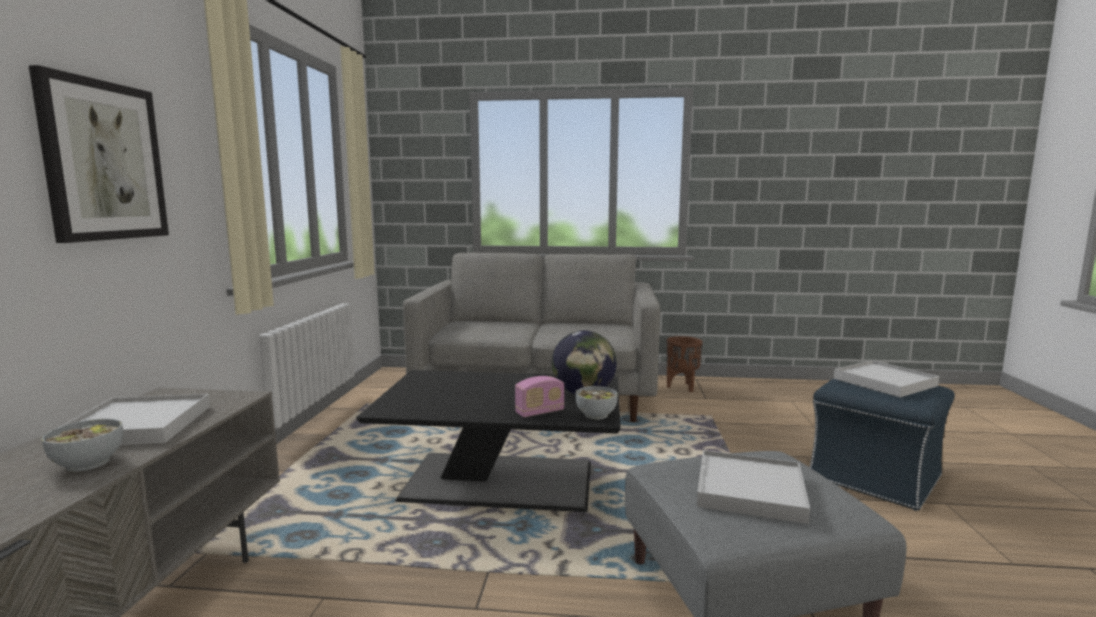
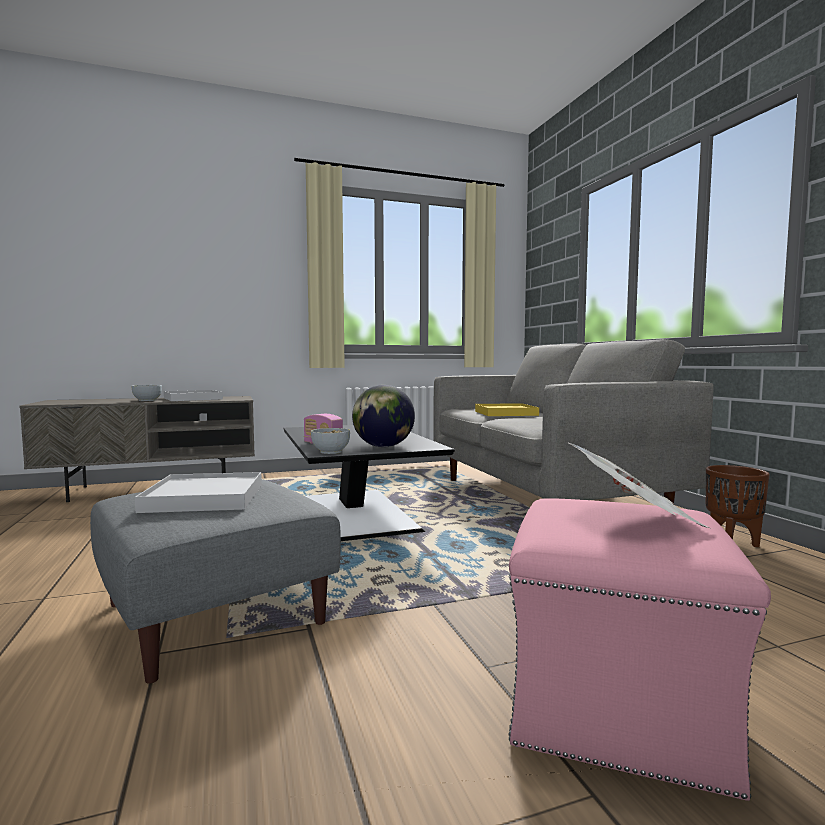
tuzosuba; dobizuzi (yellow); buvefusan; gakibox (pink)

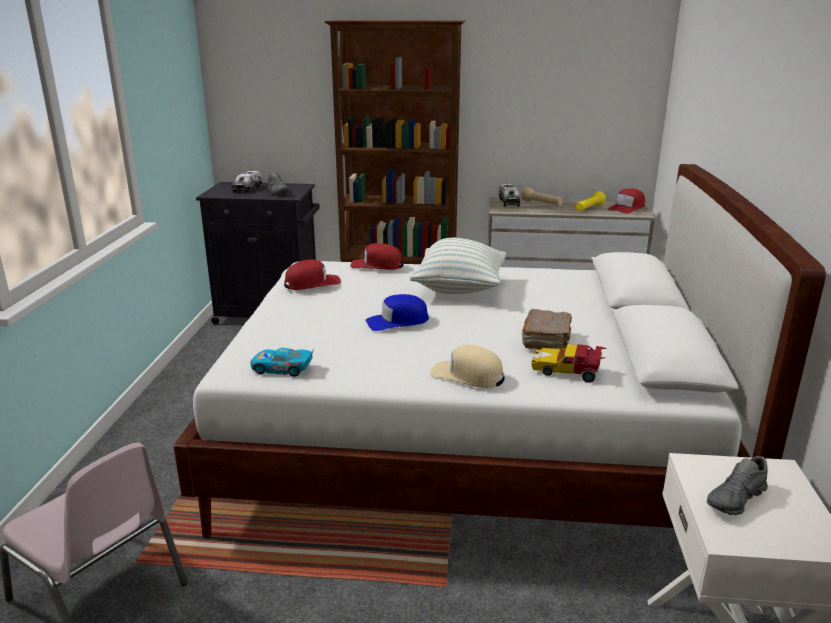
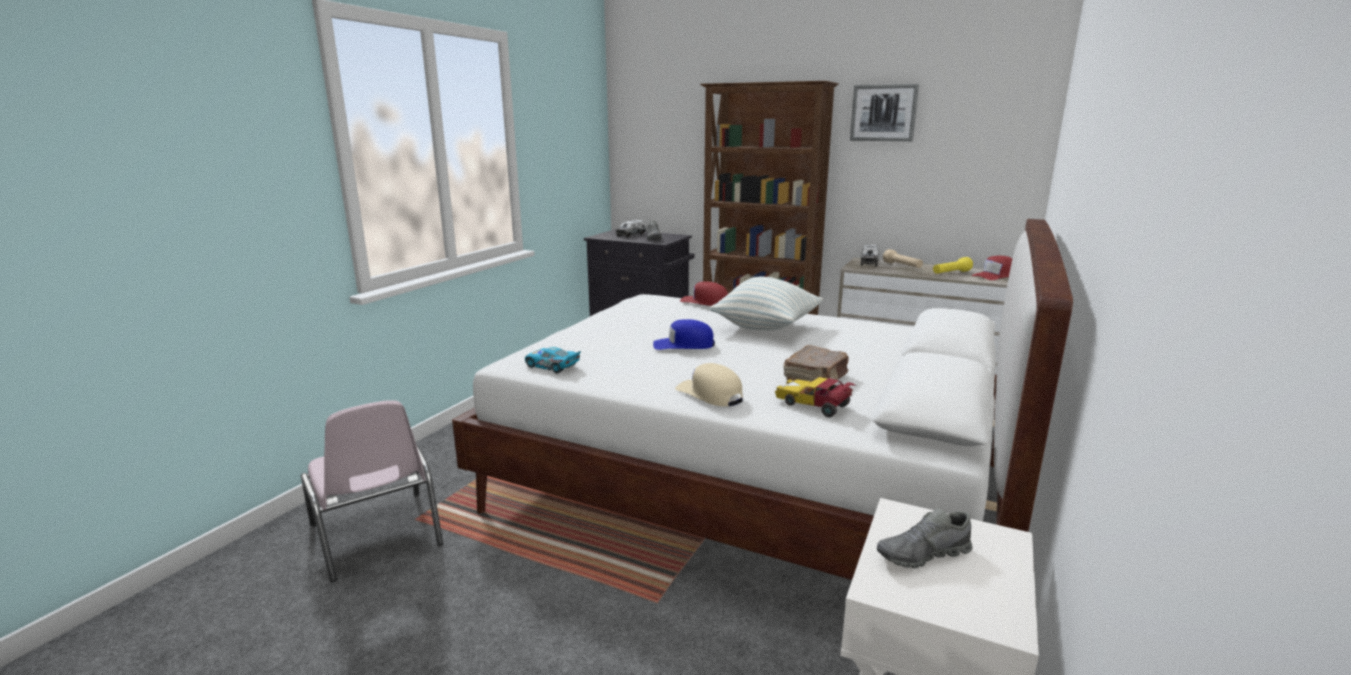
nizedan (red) (no. 1 from left in the first image); tuzosuba

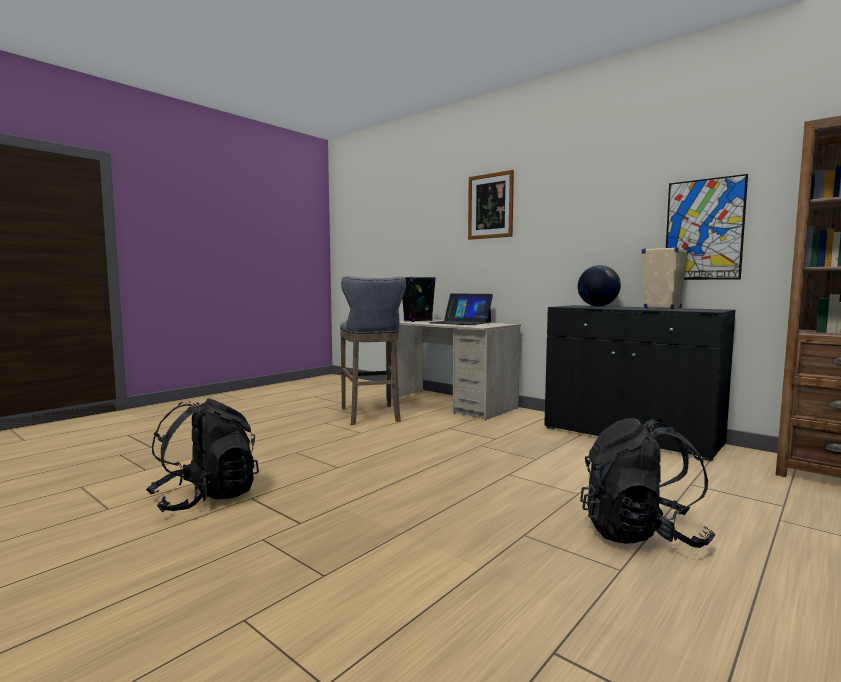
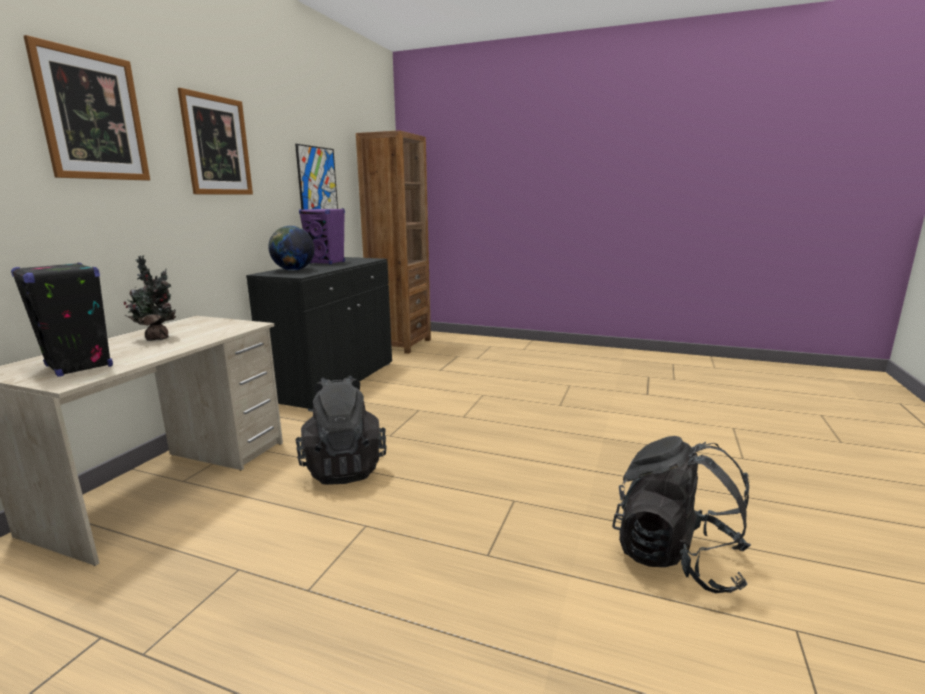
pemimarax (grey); tuzosuba (no. 2 from left); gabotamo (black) (no. 1 from left); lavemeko; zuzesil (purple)

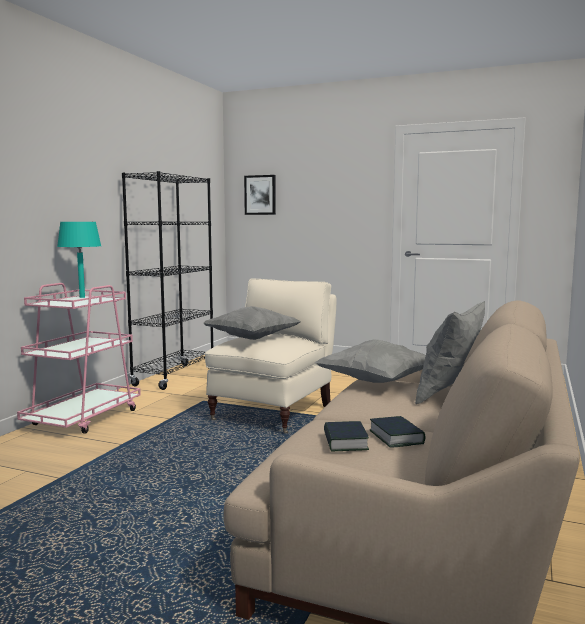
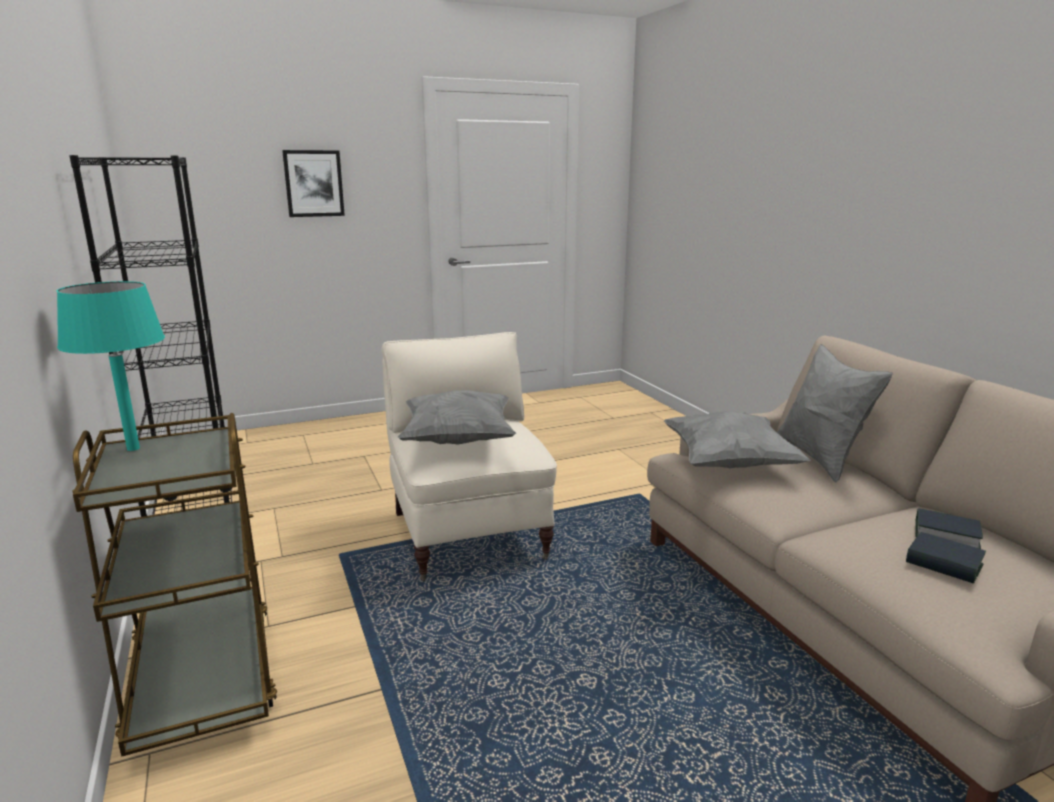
tuzosuba; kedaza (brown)

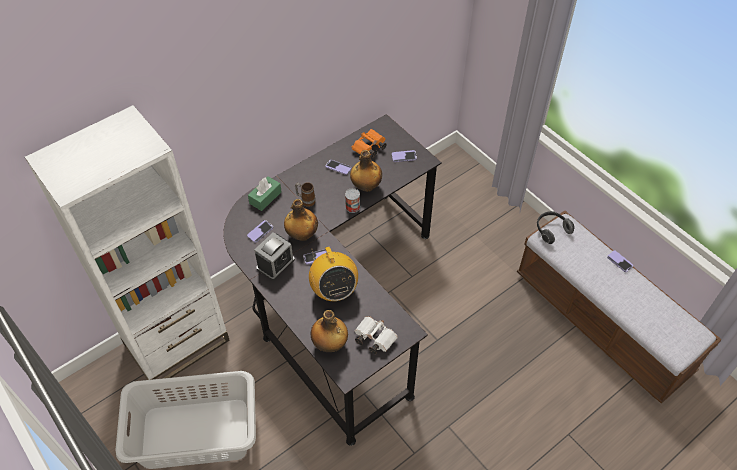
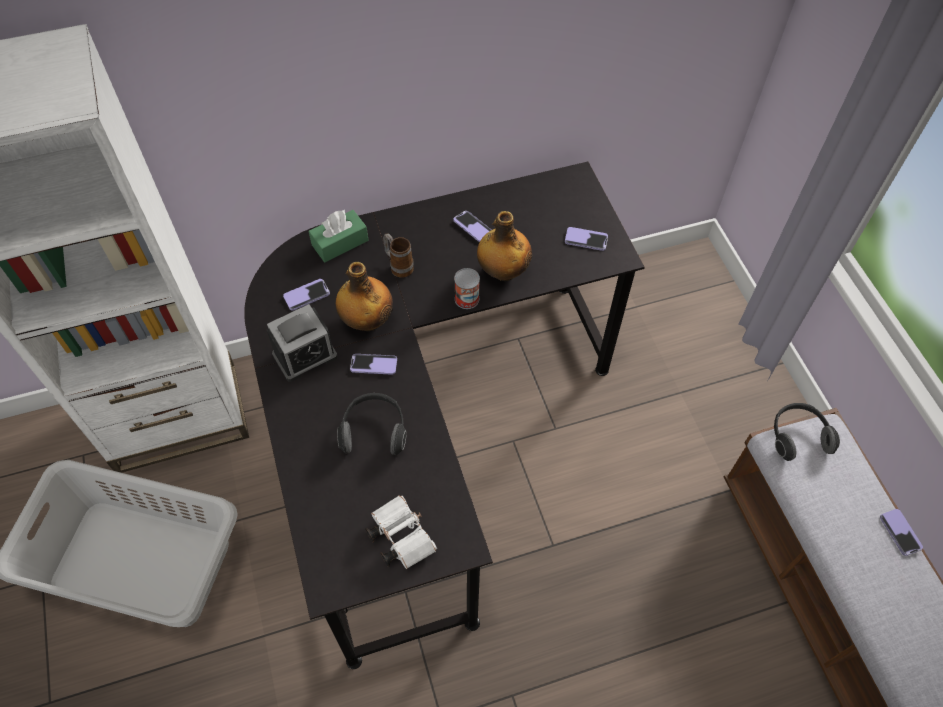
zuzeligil (no. 2 from left in the first image); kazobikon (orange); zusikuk (no. 1 from left)

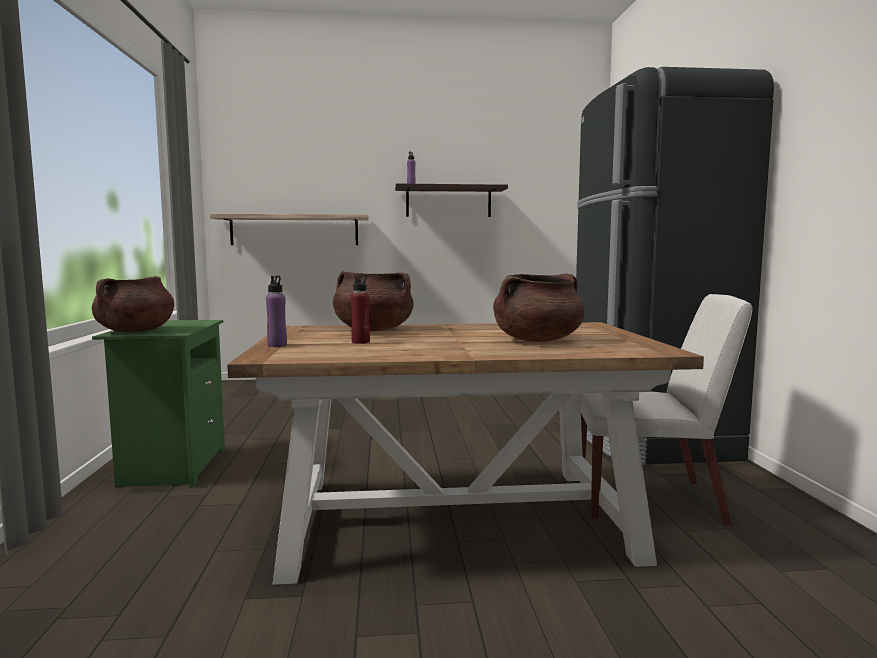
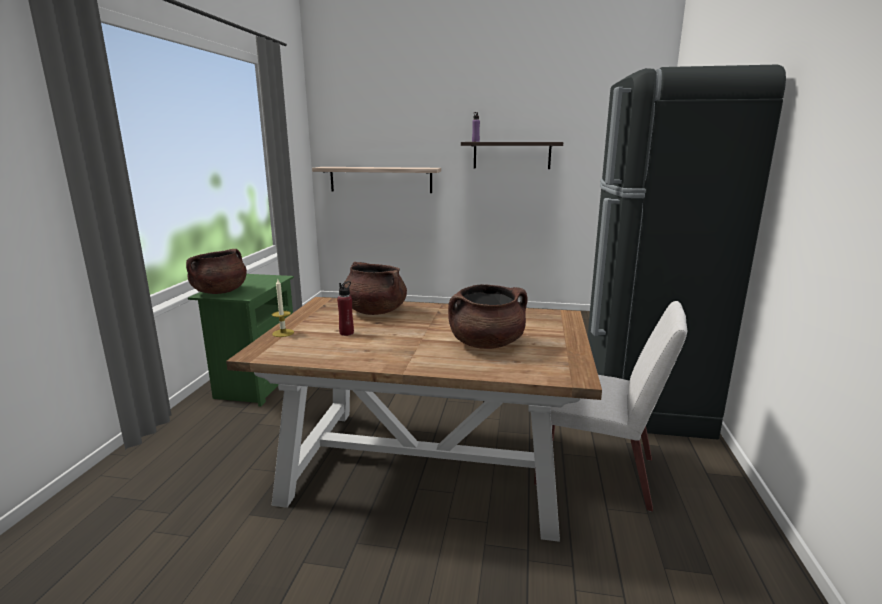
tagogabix

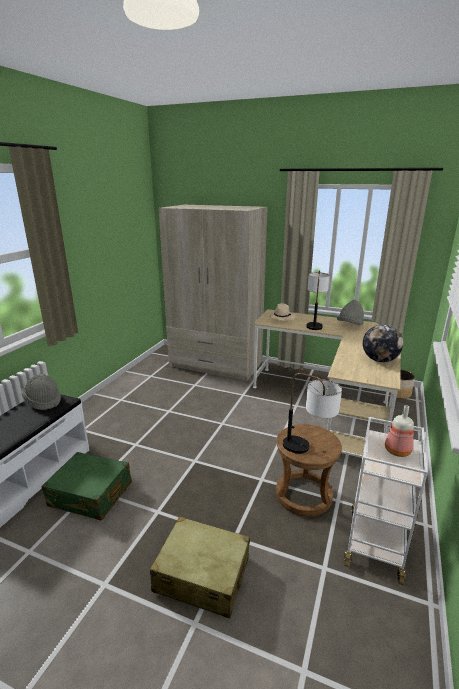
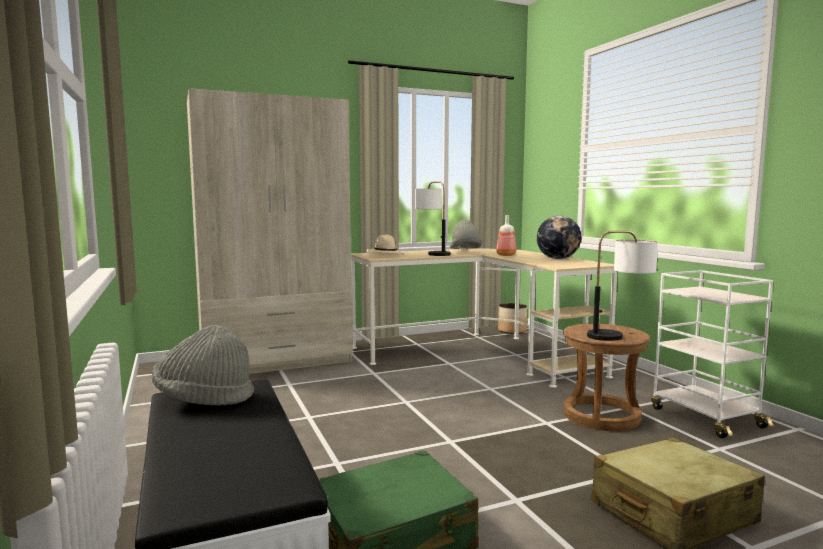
zuzeligil

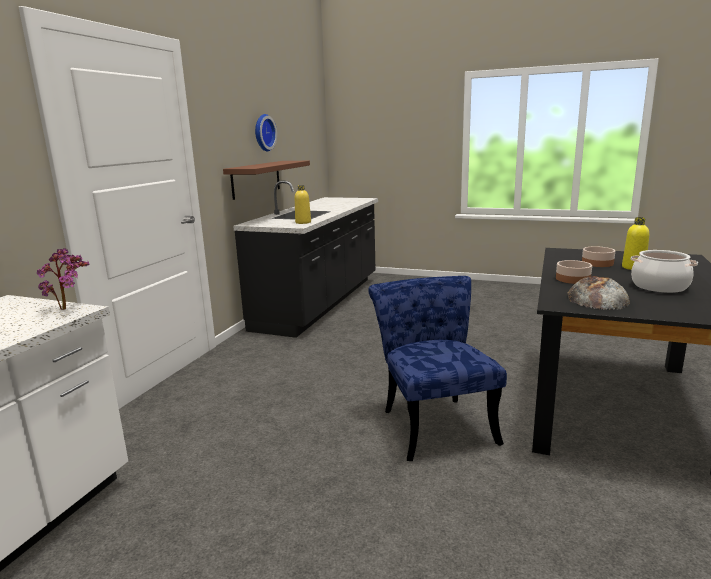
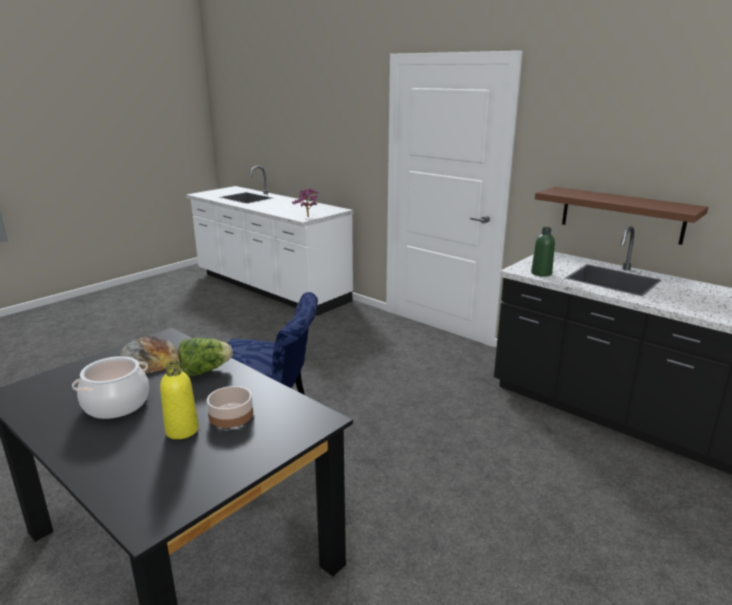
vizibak; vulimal; zuzeligil (green)

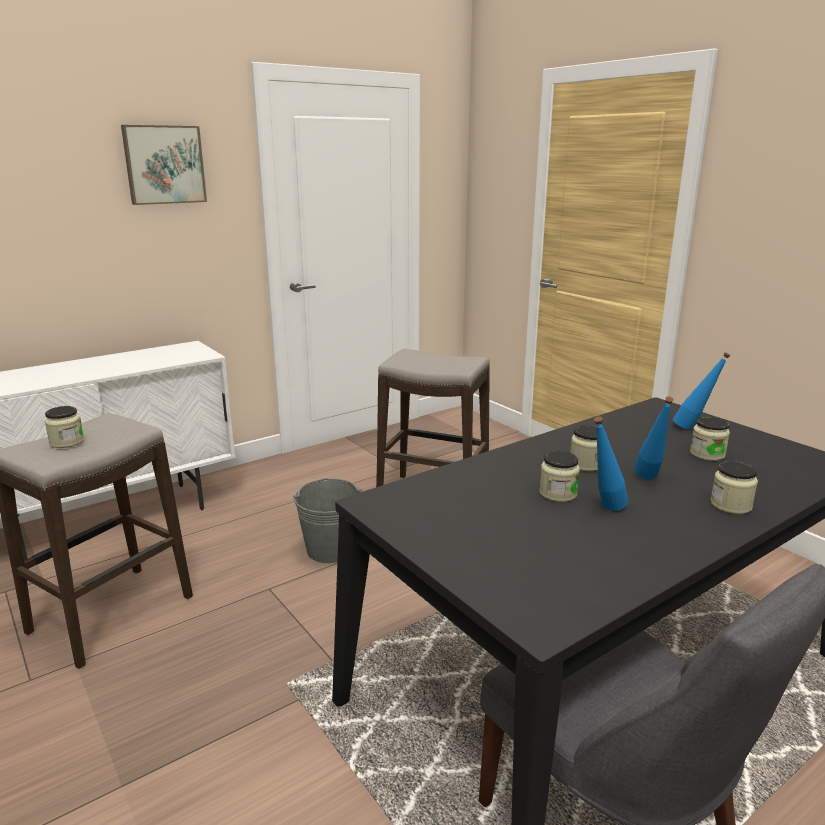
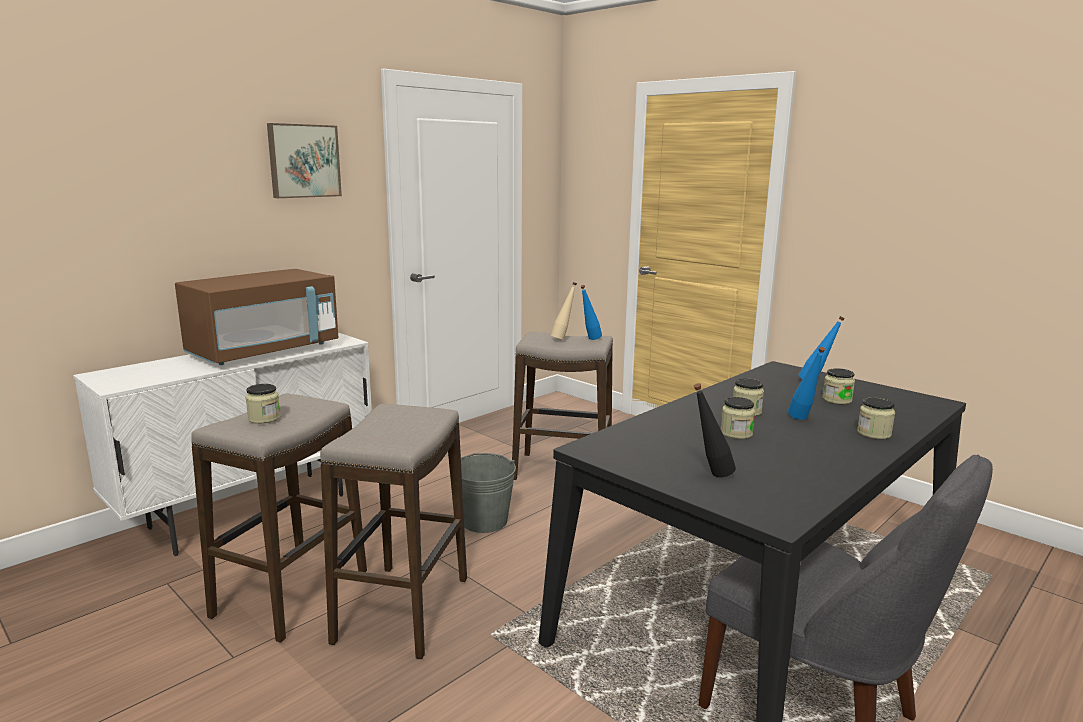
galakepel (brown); pemimarax (no. 2 from left); zuzeligil (beige); zuzeligil (black); zuzeligil (blue) (no. 1 from left)

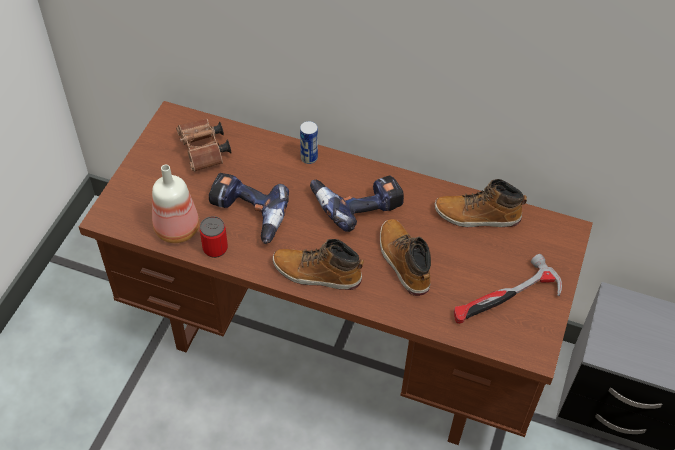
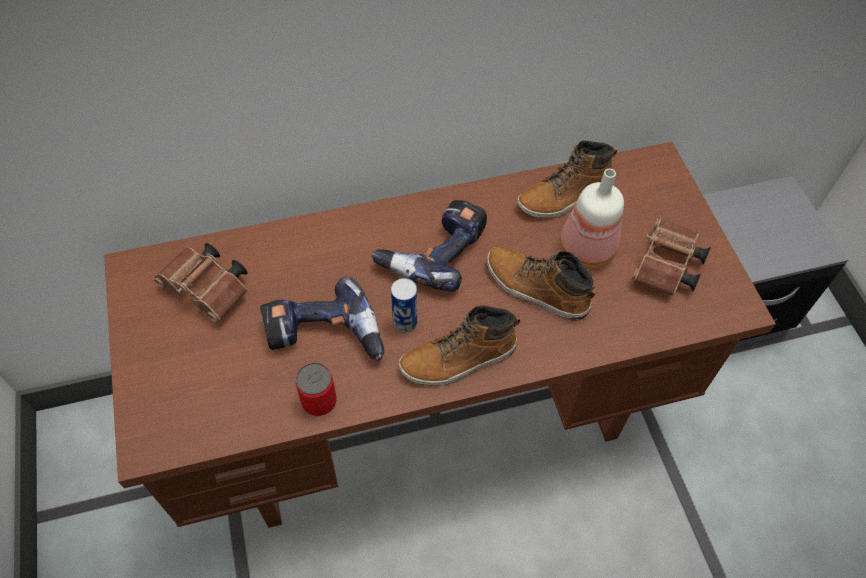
zuzeligil; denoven (no. 2 from left); kazobikon (brown) (no. 2 from left)

